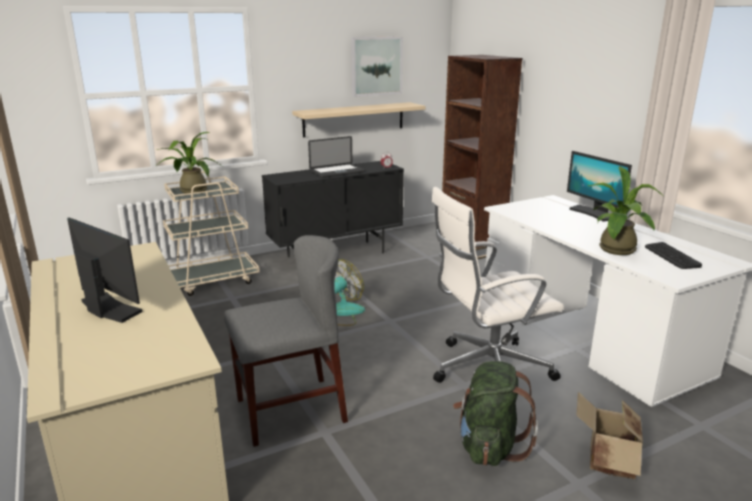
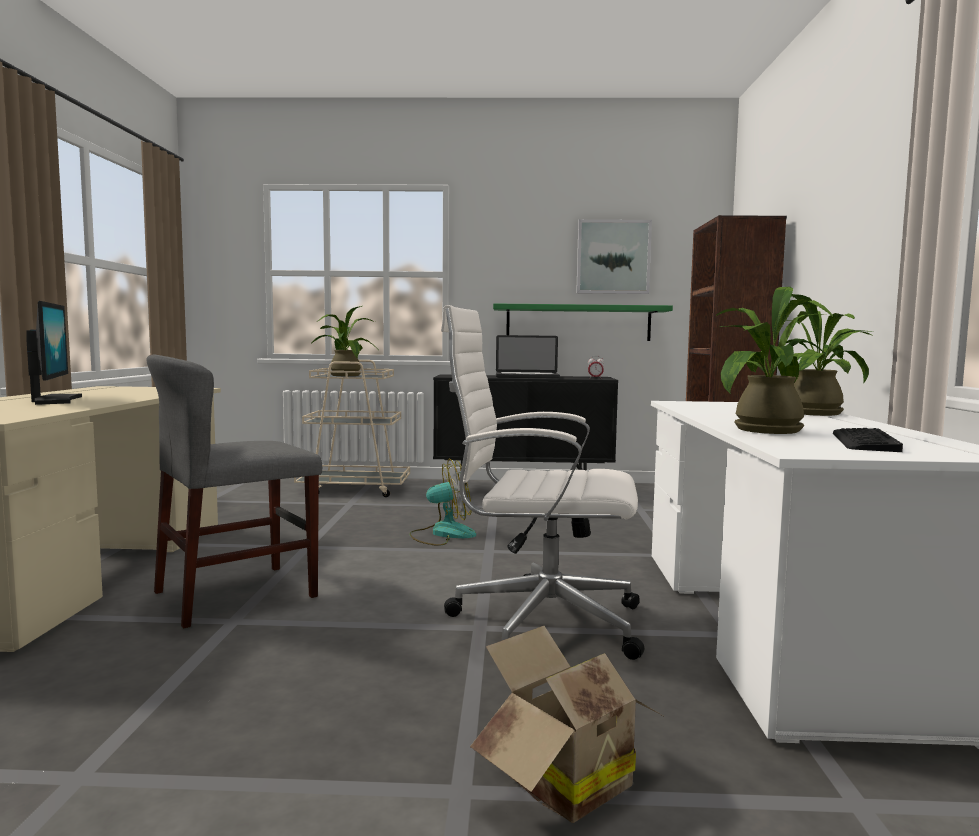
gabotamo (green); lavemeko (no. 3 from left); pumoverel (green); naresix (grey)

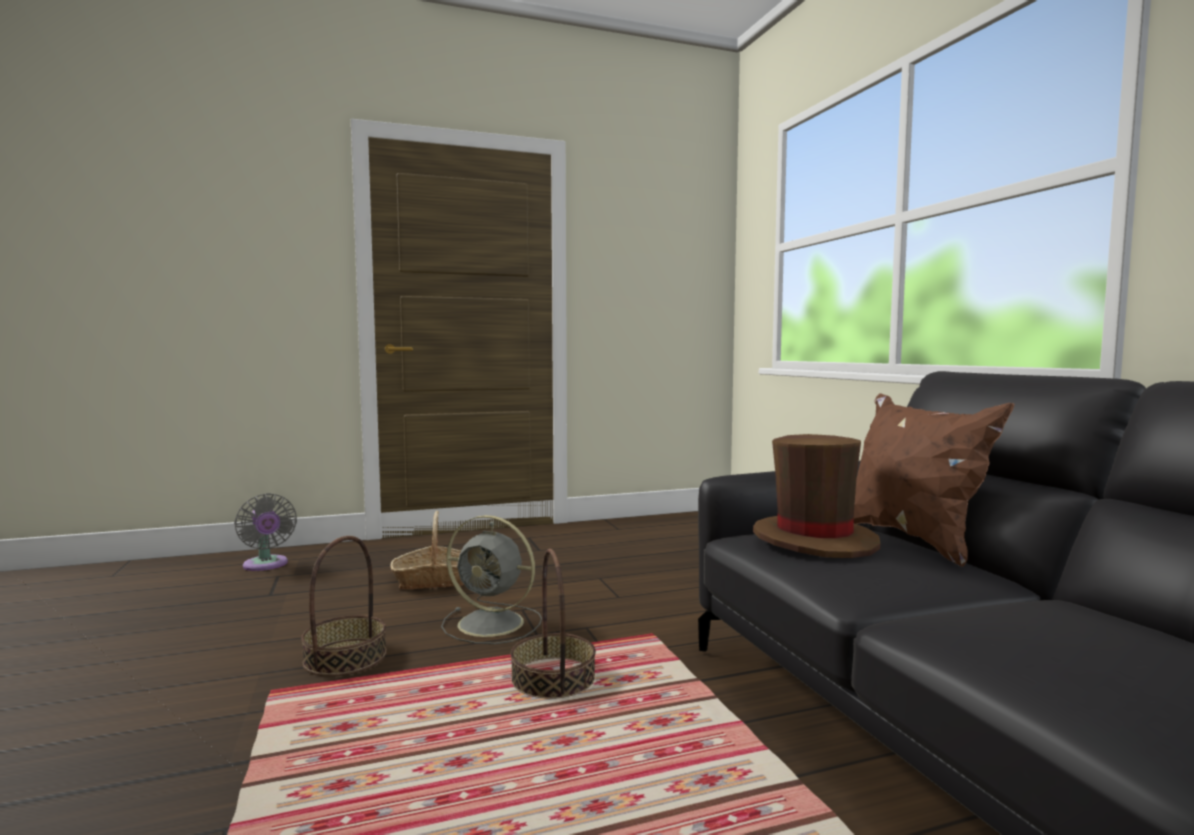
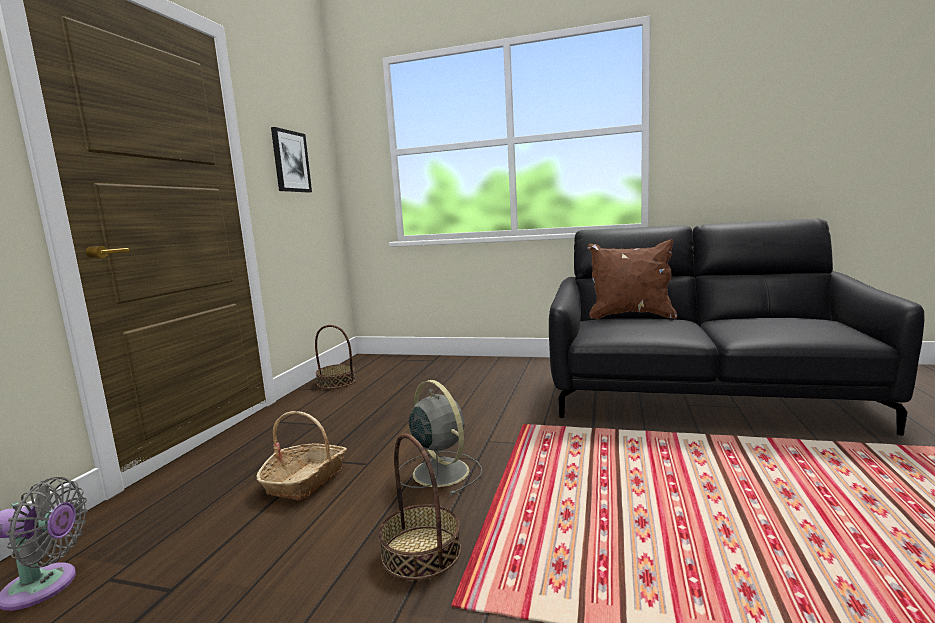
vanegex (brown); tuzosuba; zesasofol (no. 2 from left); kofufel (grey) (no. 2 from left)

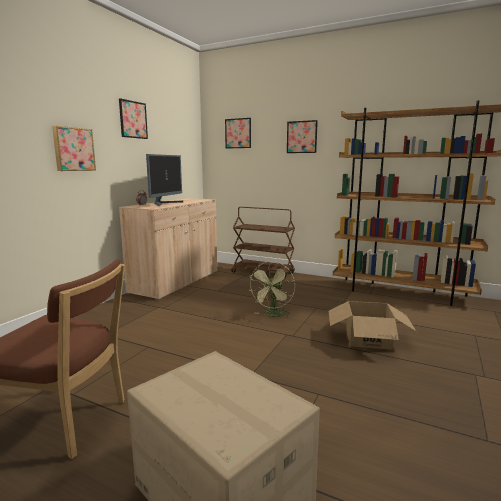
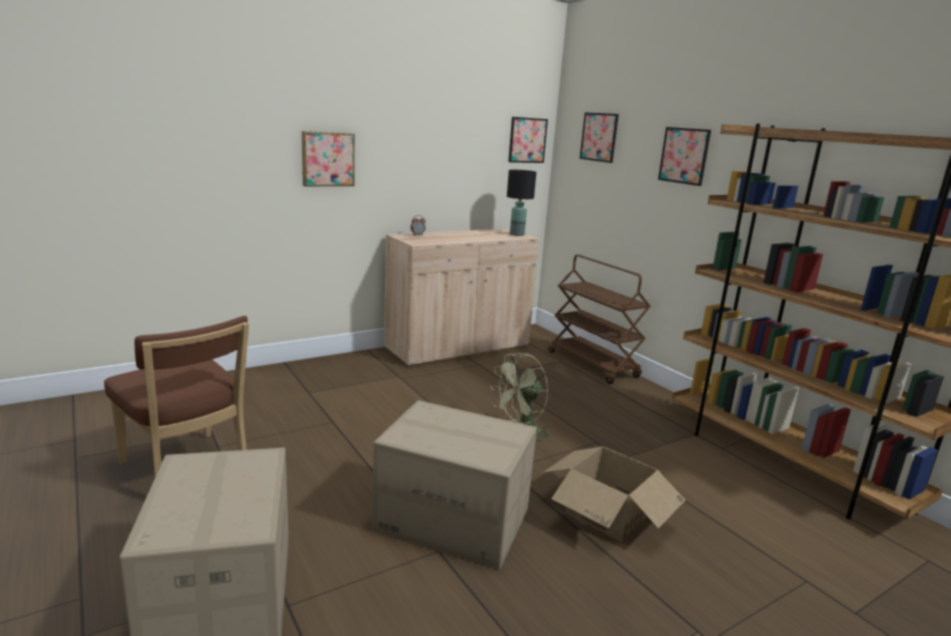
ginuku; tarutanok (no. 2 from left); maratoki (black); tuzosuba (no. 2 from left)

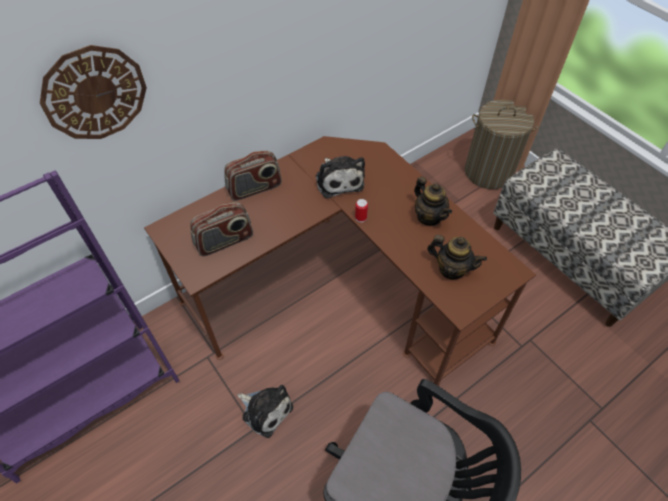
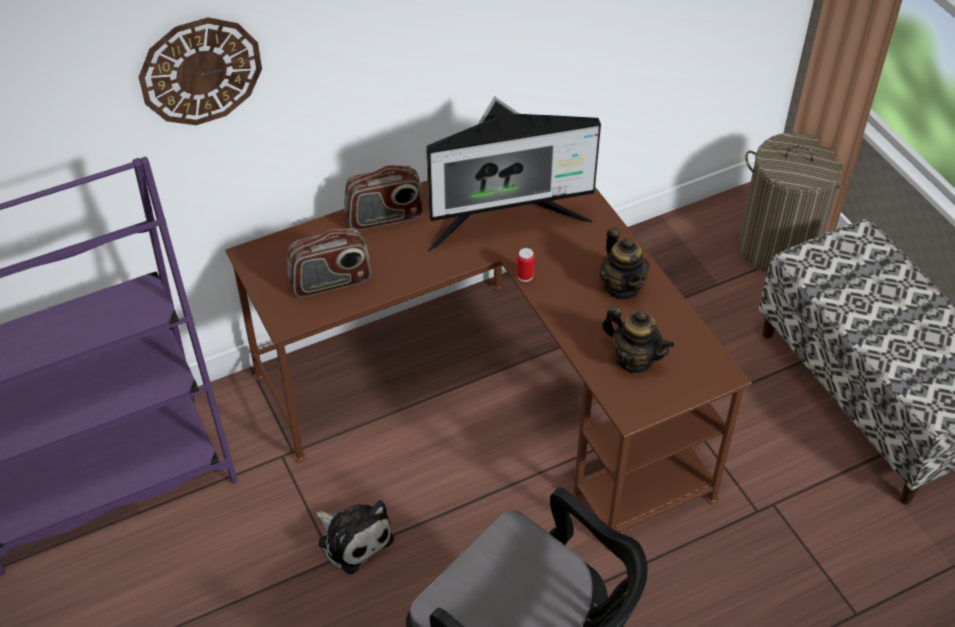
ginuku

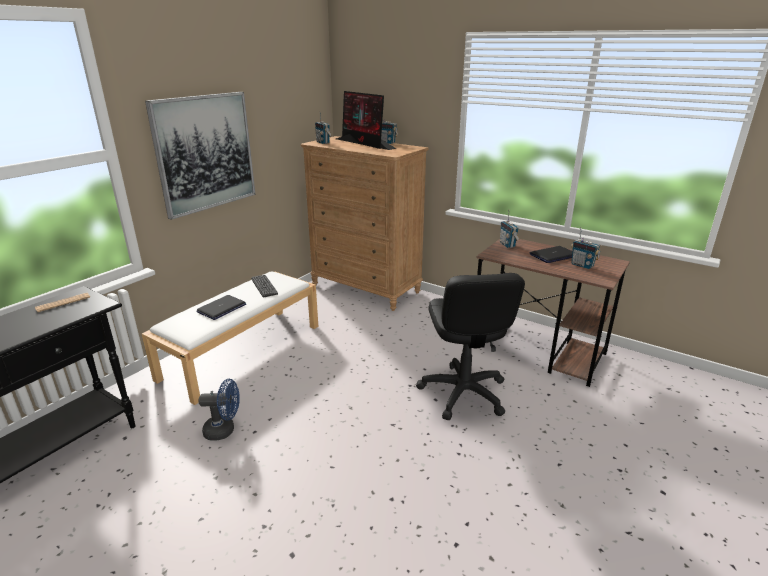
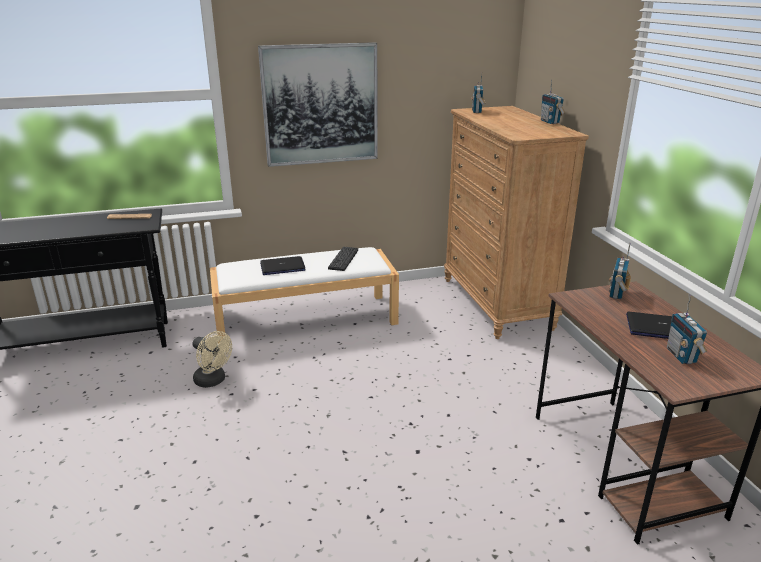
ginuku; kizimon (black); kofufel (beige)

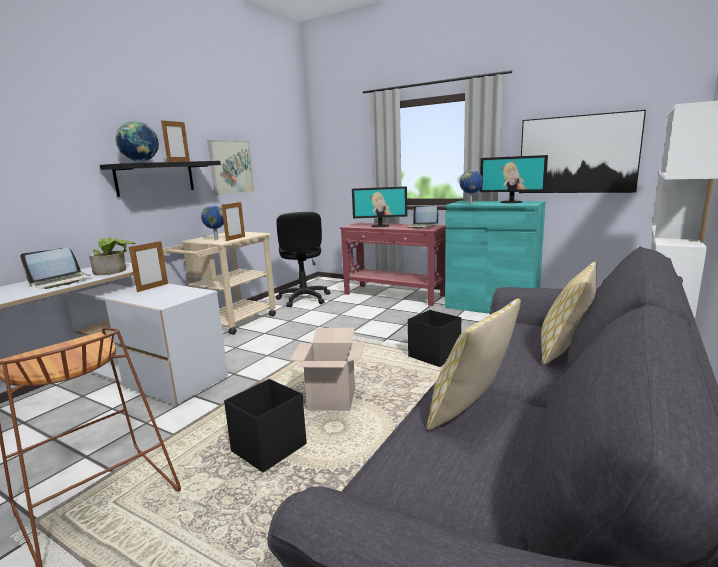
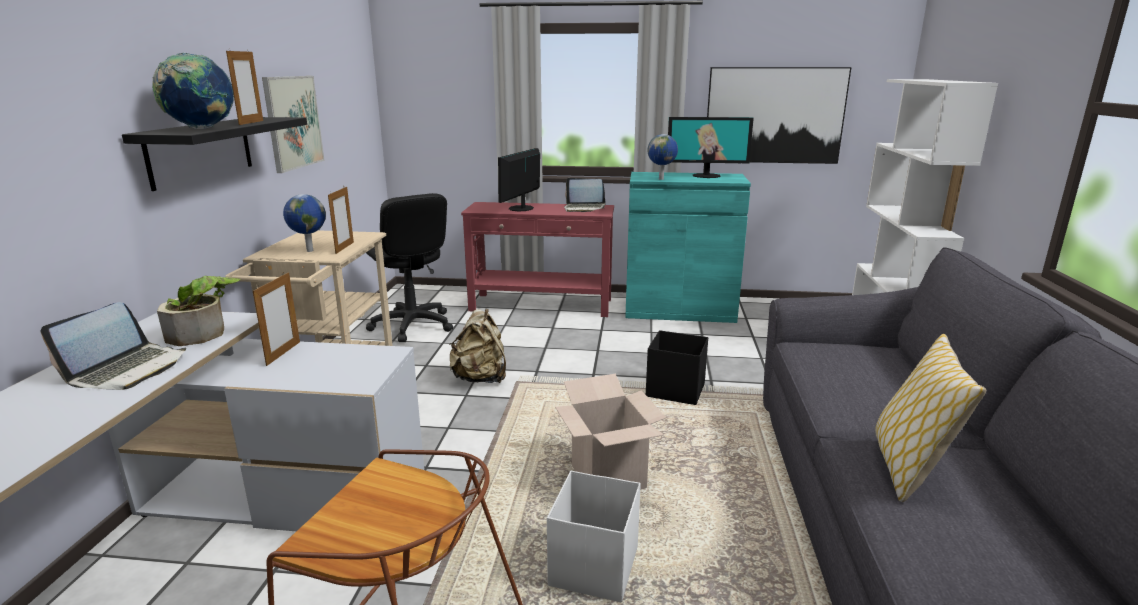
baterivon (no. 2 from left in the first image); gabotamo (beige); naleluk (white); ginuku (no. 1 from left)

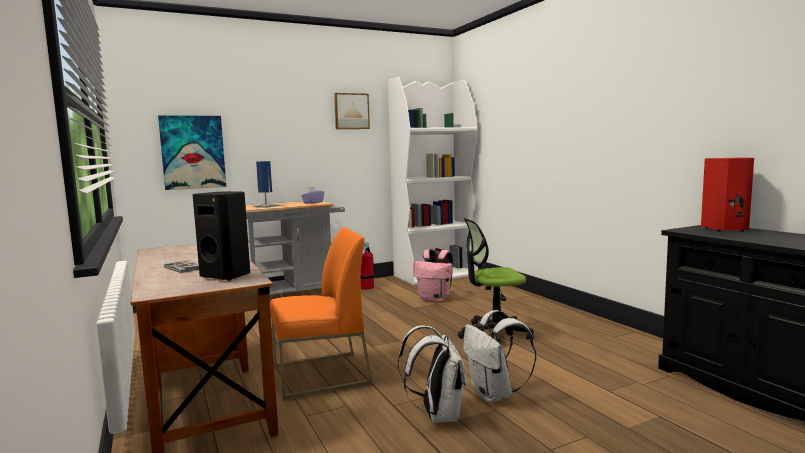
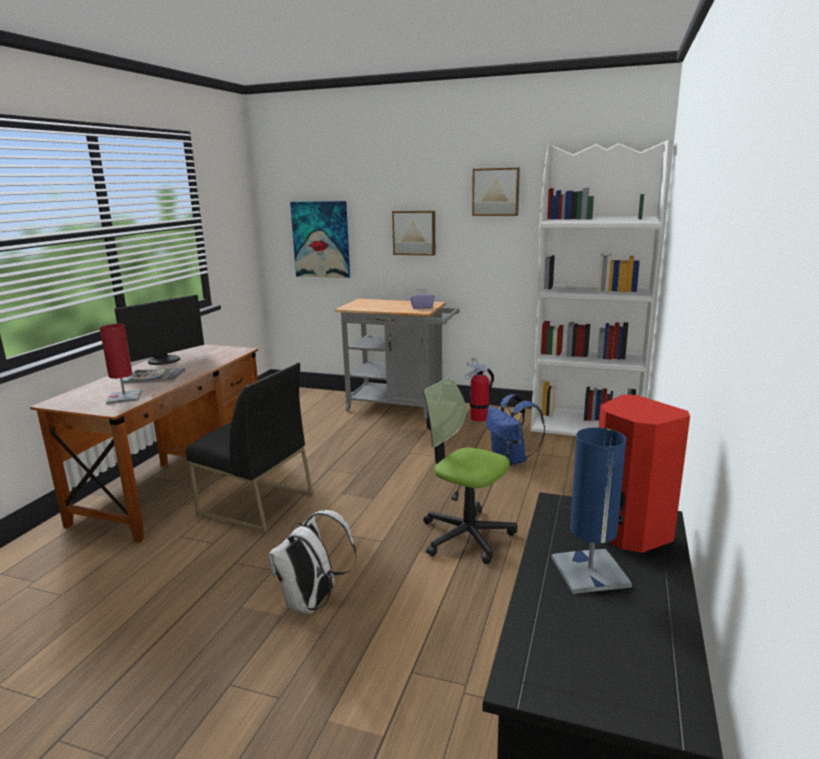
gabotamo (white) (no. 1 from left in the first image); ginuku; tuzosuba (no. 2 from left); maratoki (blue); maratoki (red); naresix (black); gabotamo (blue)

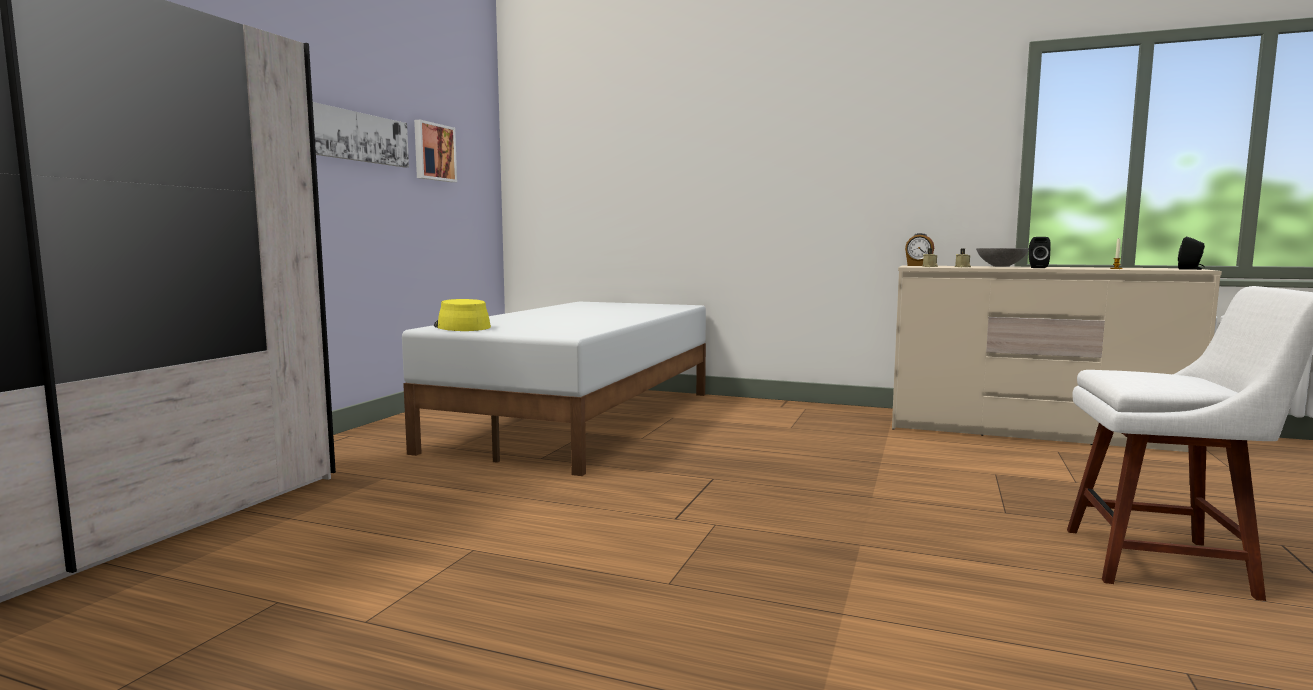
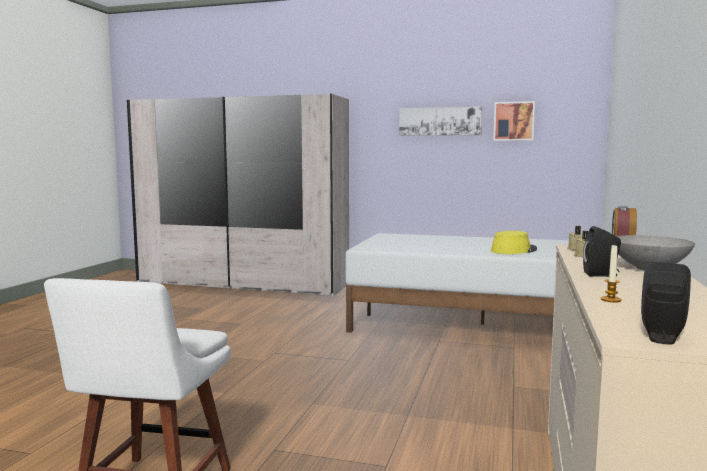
vanegex (yellow)

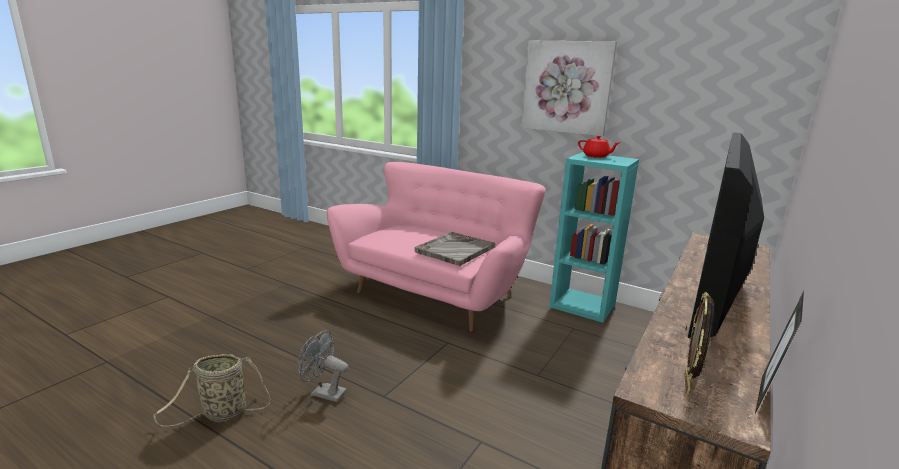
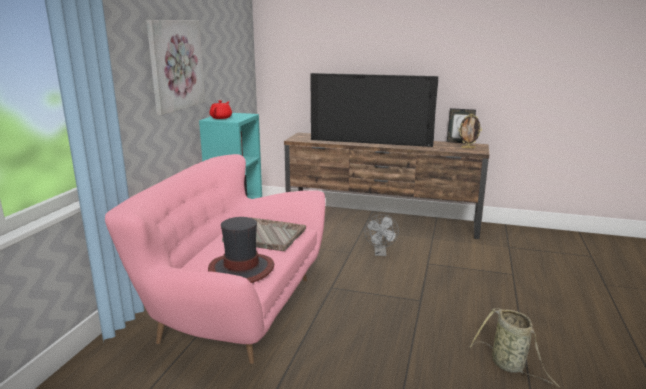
vanegex; kofufel (grey)

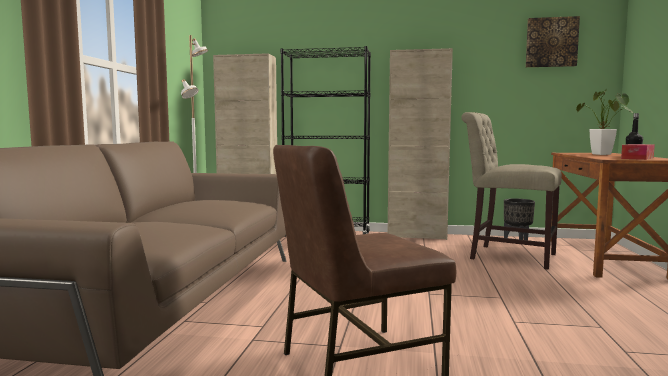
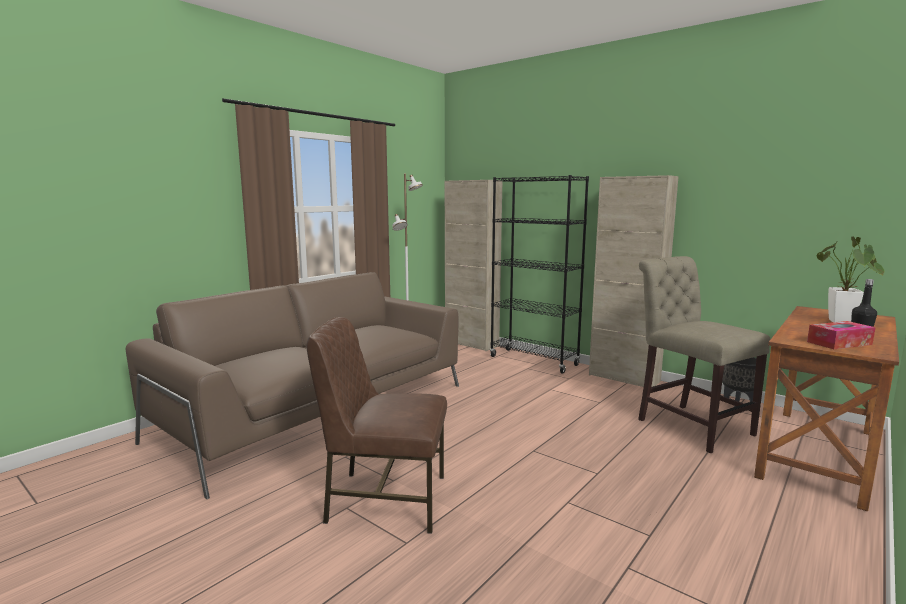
tuzosuba

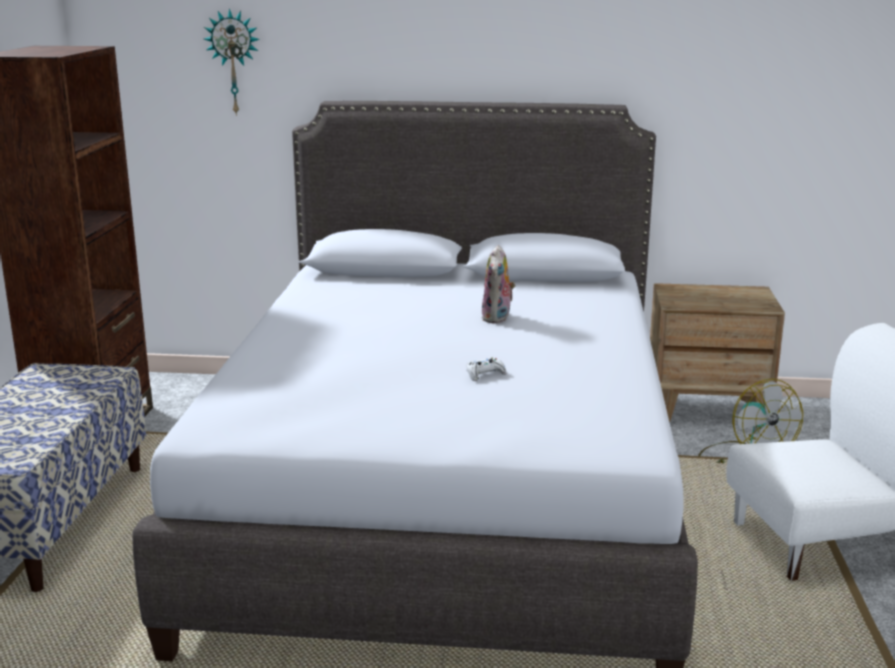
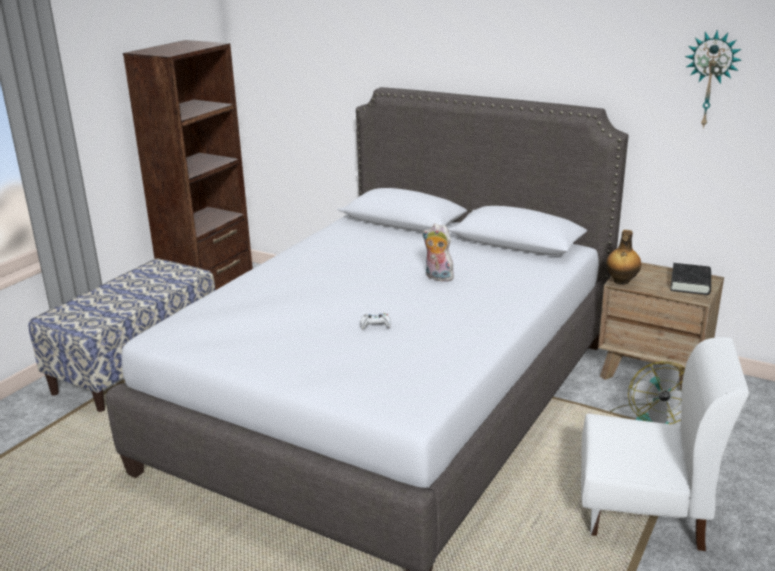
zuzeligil; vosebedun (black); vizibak; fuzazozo

